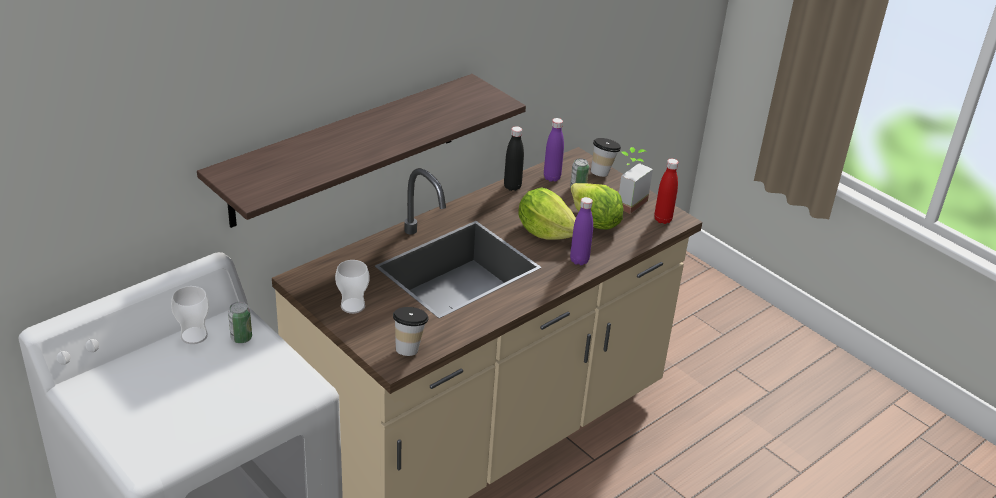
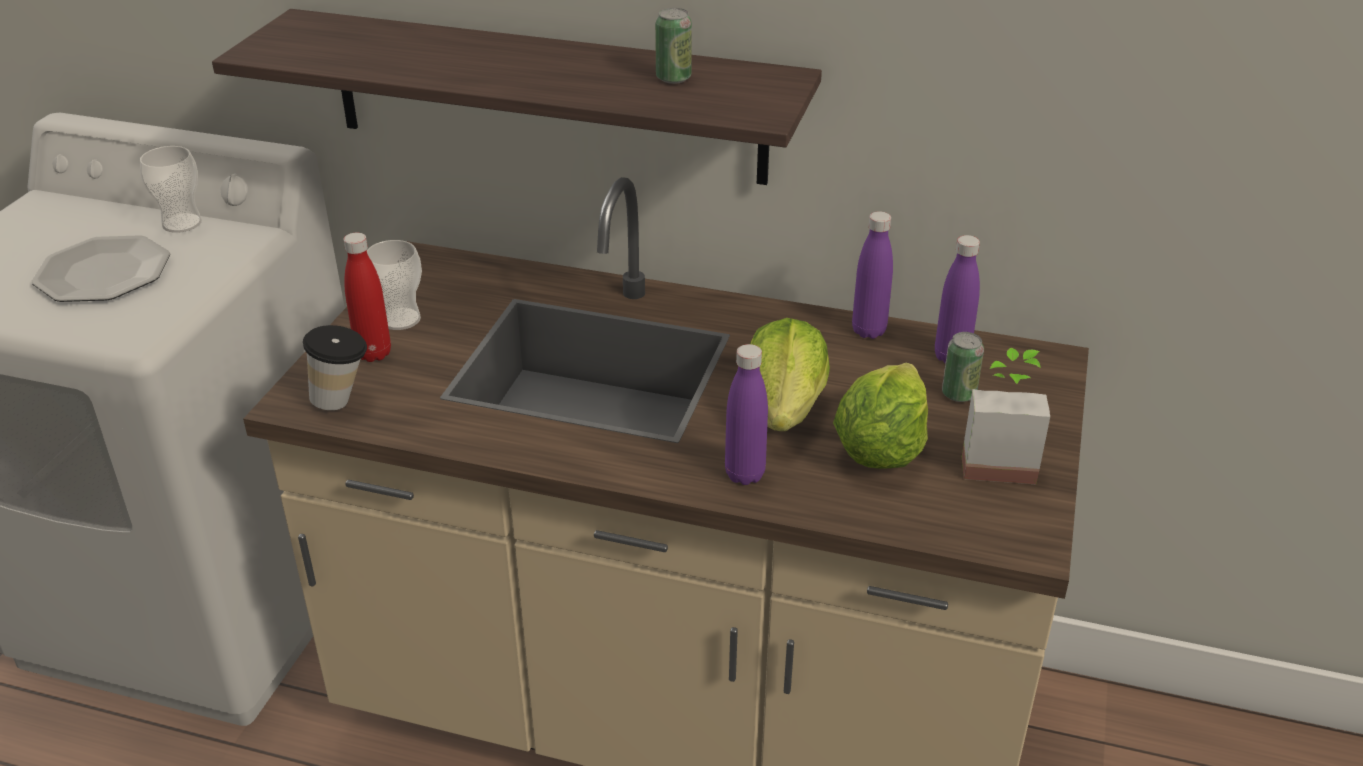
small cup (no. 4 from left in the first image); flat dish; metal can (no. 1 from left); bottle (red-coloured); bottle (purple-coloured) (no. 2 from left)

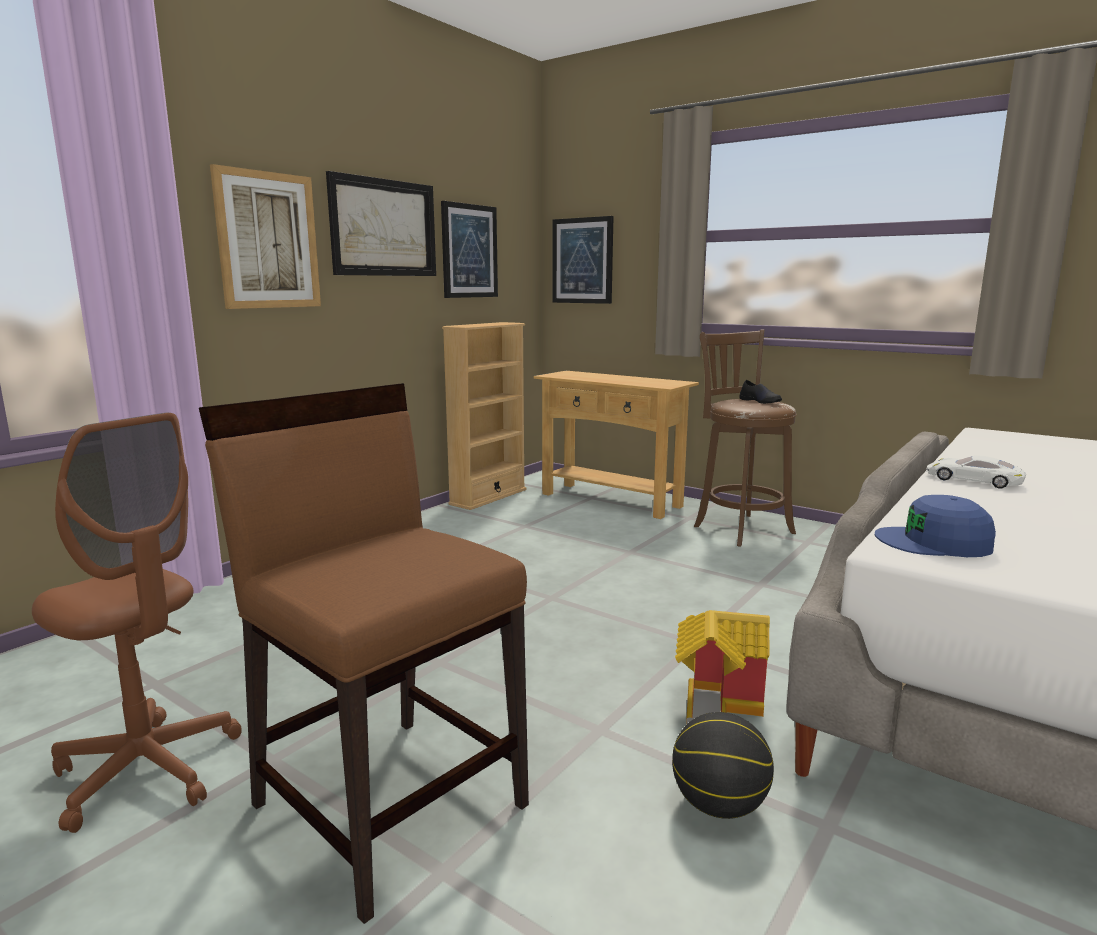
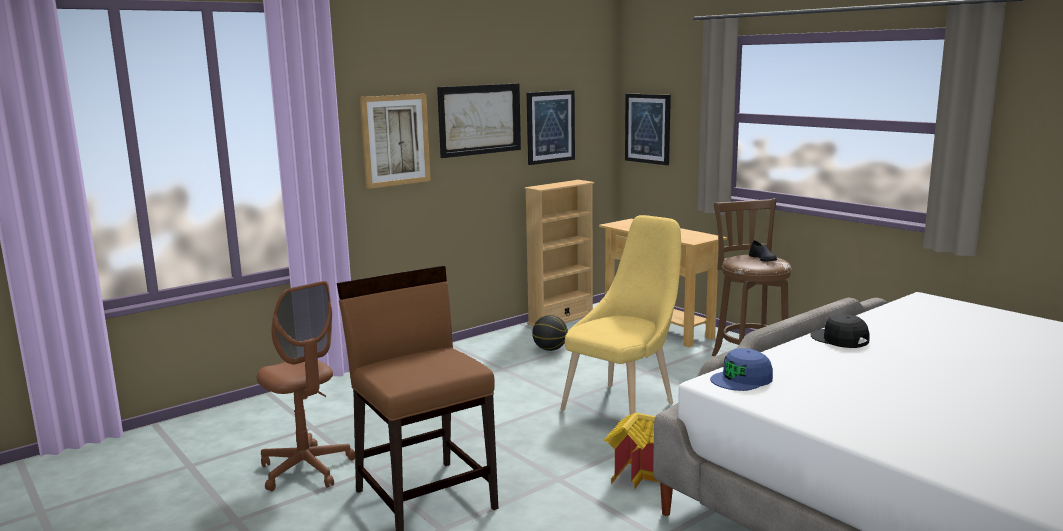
chair (yellow); basketball ball; baseball cap (black); baseball cap (blue)

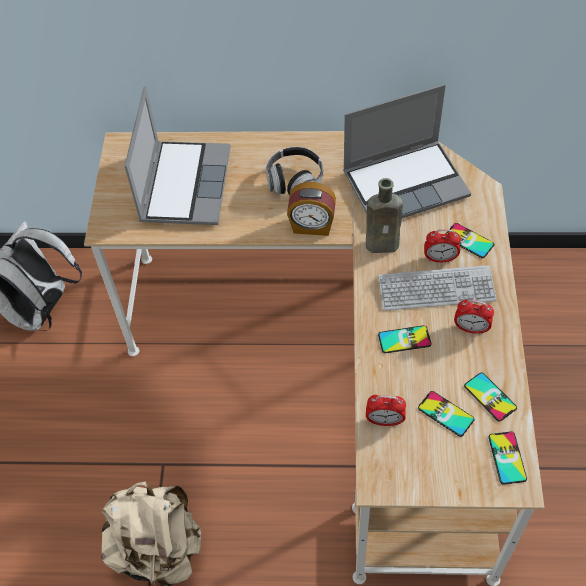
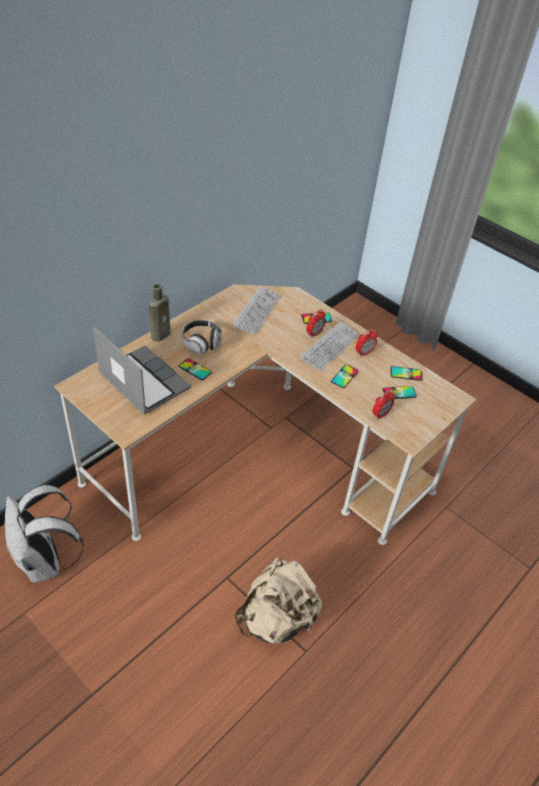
bedside clock (no. 1 from left in the first image); bottle (brown); handset (no. 1 from left); keyboard (no. 1 from left)

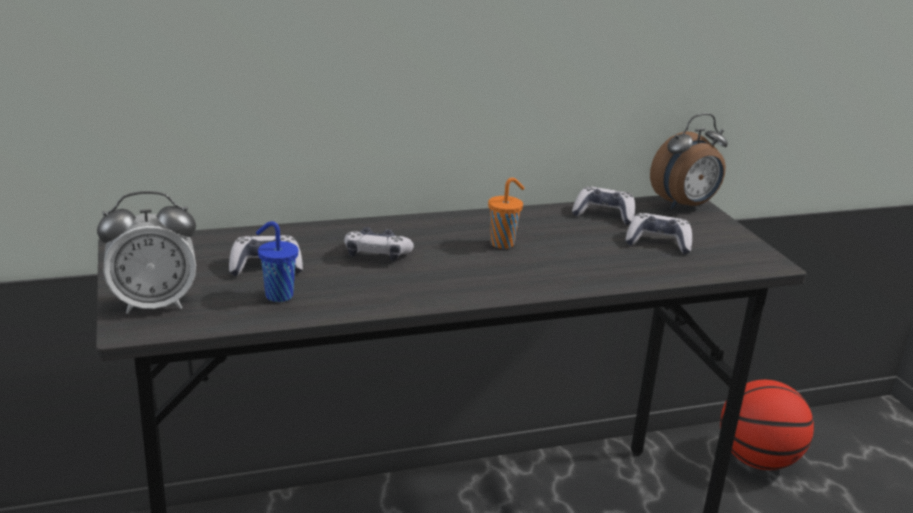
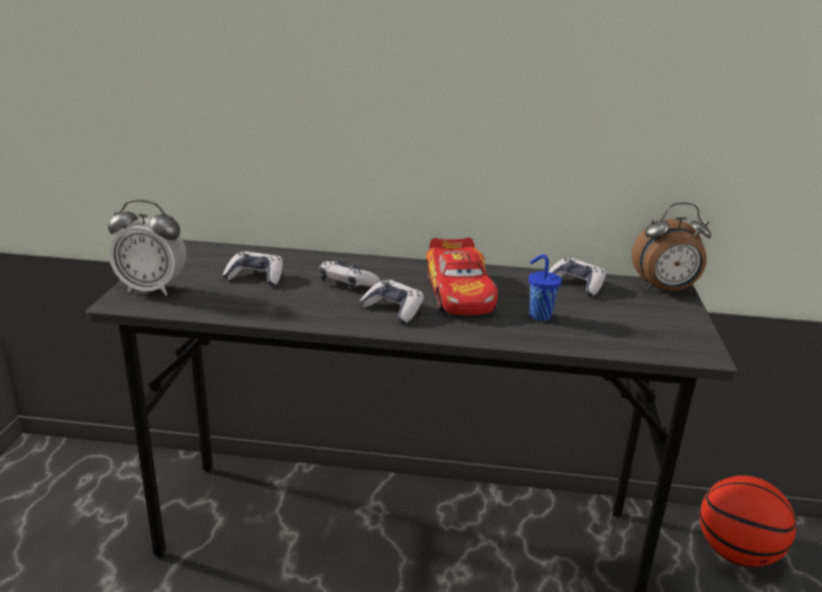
small cup (blue); gamepad (no. 3 from left); miniature car

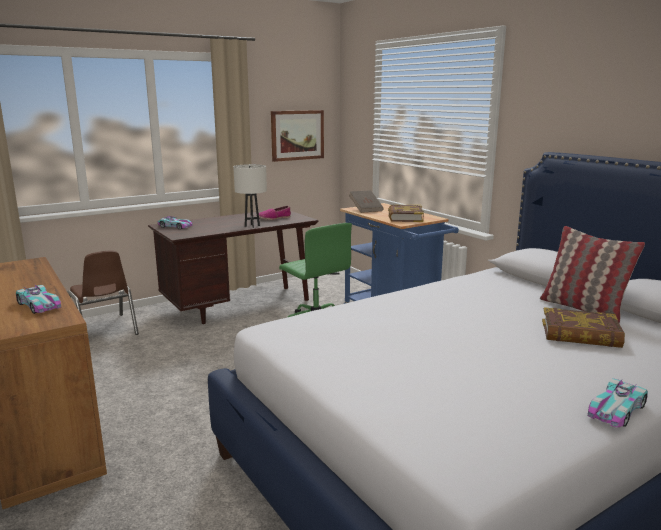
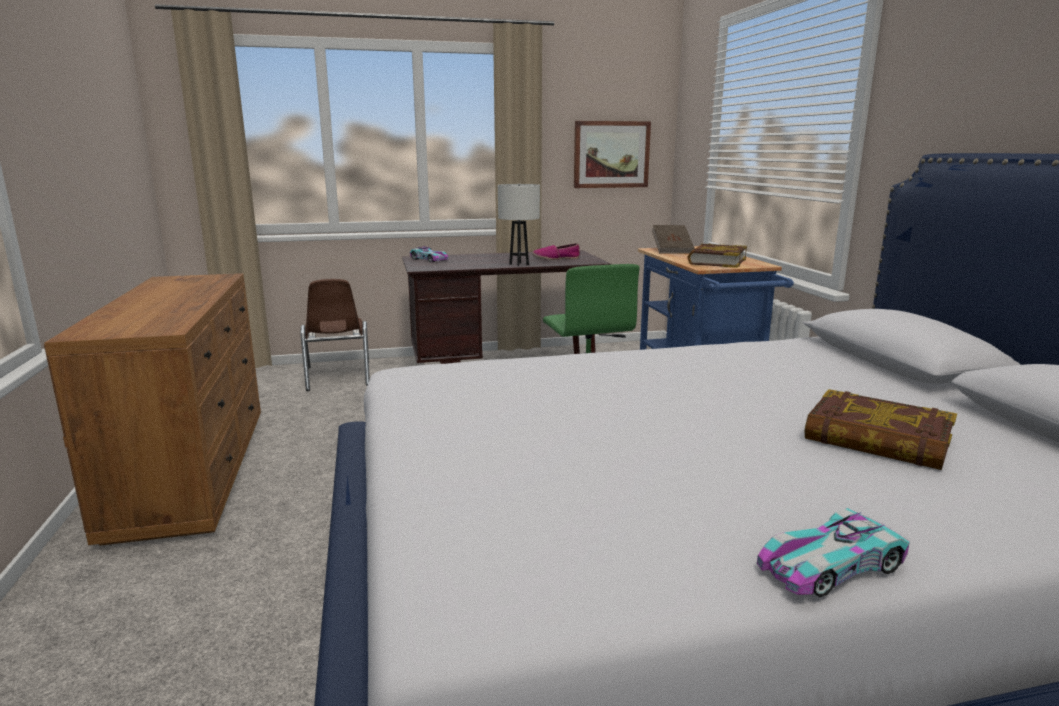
miniature car (no. 1 from left in the first image); pillow

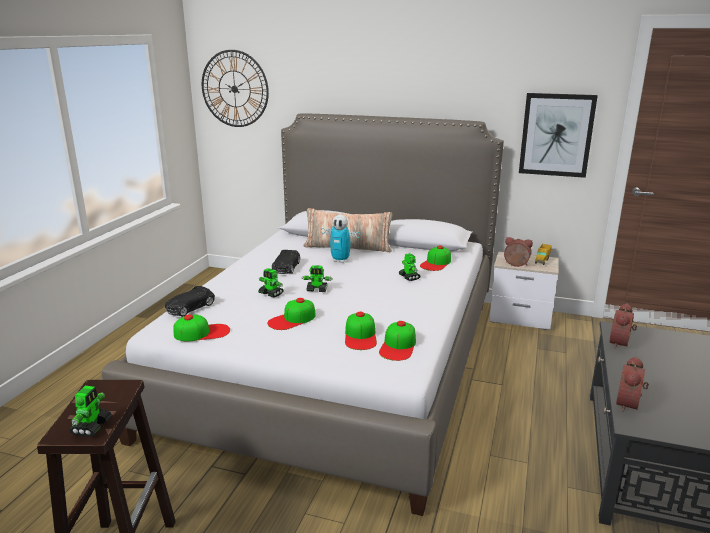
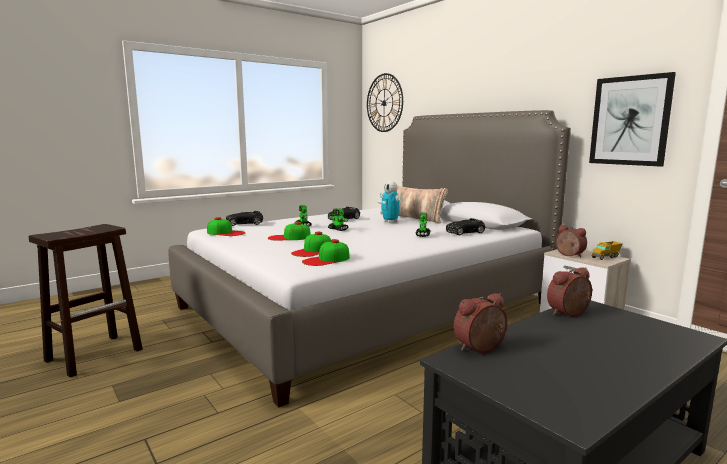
robot figure (no. 1 from left in the first image); miniature car (black) (no. 3 from left)

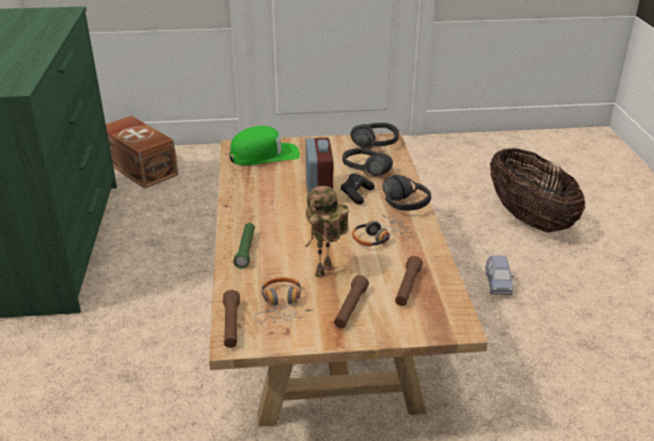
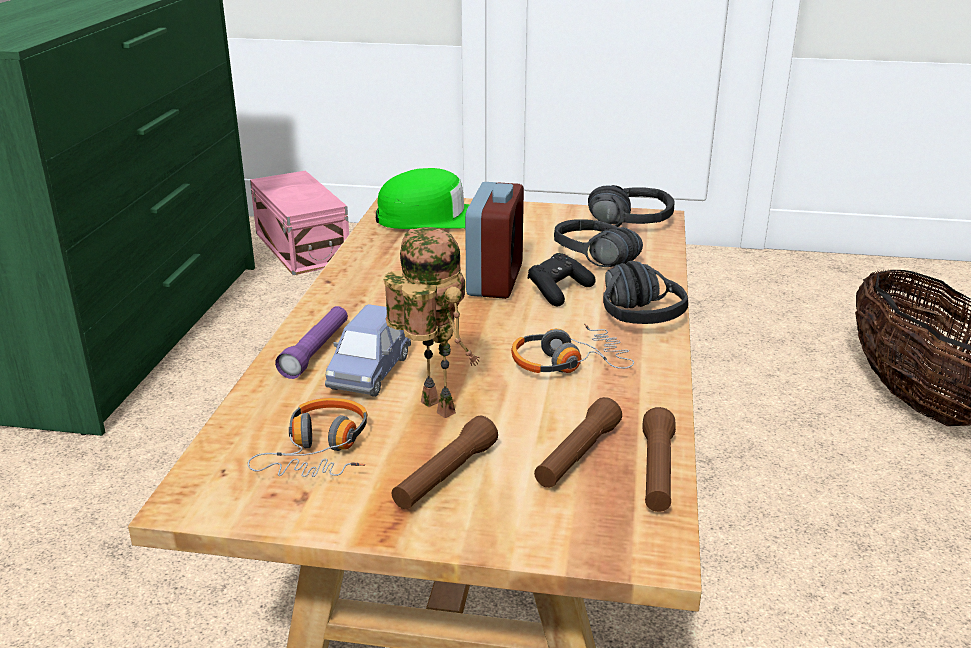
hand torch (brown) (no. 3 from left); miniature car (blue); storage bin (pinkish); hand torch (purple-coloured); robot figure

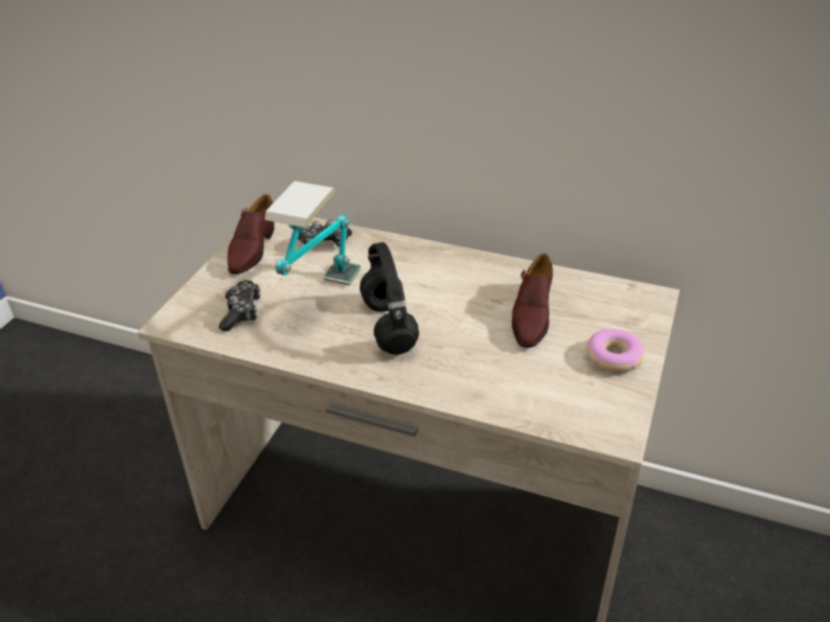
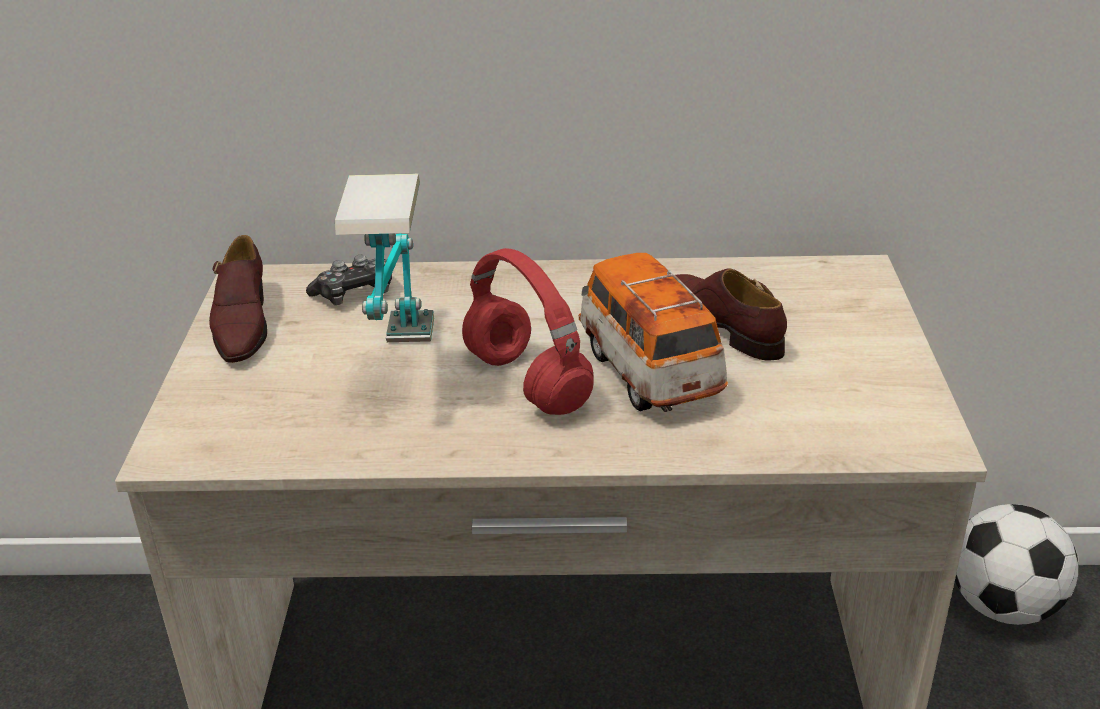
gamepad (no. 1 from left in the first image); ring doughnut; miniature car; football ball; pair of headphones (red-coloured); item of footwear (brown) (no. 2 from left)

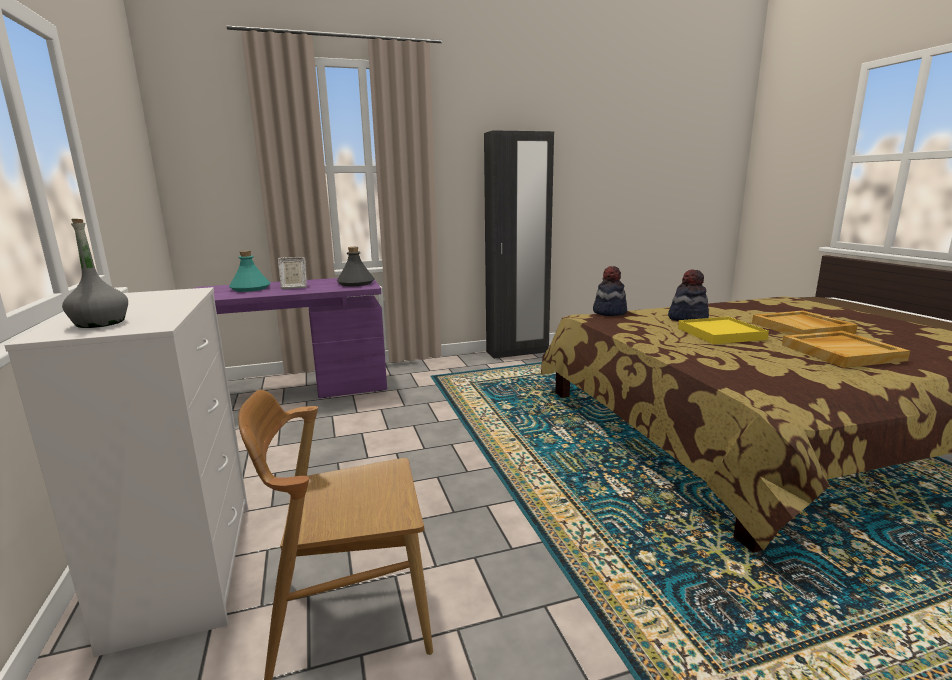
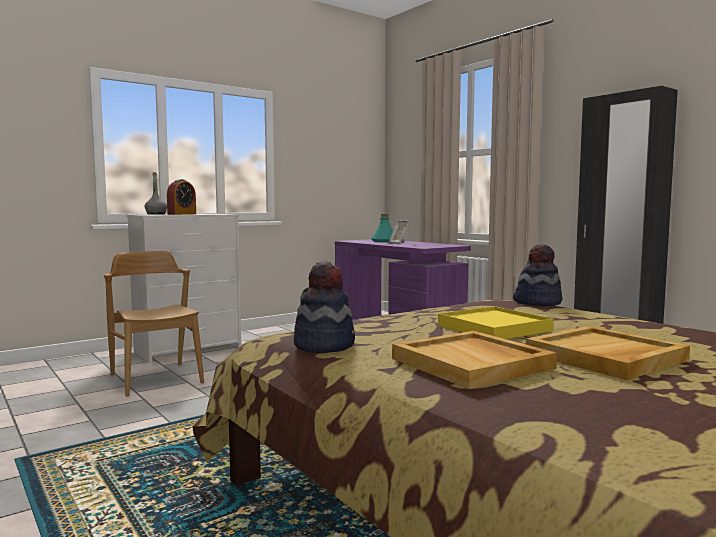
bottle (greyish) (no. 2 from left in the first image); bedside clock; clothing hat (no. 1 from left)

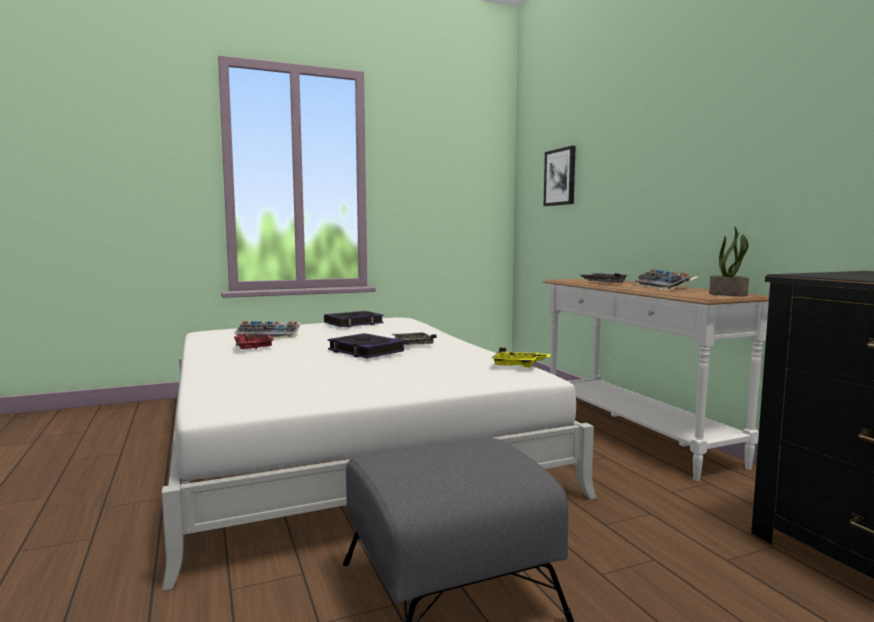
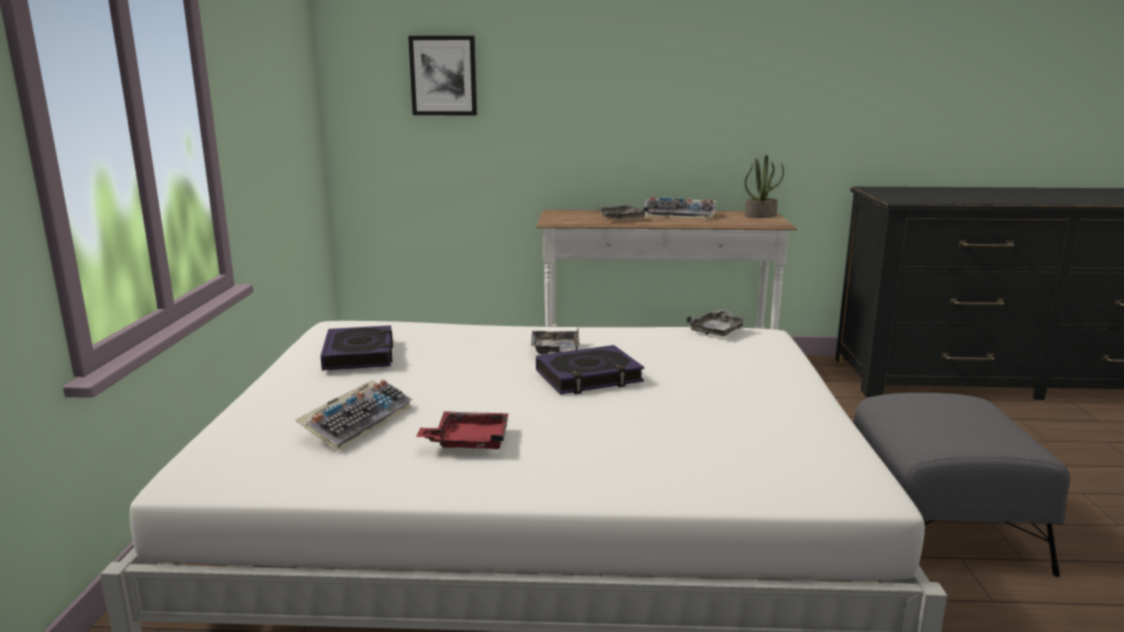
serving tray (greyish) (no. 3 from left)

